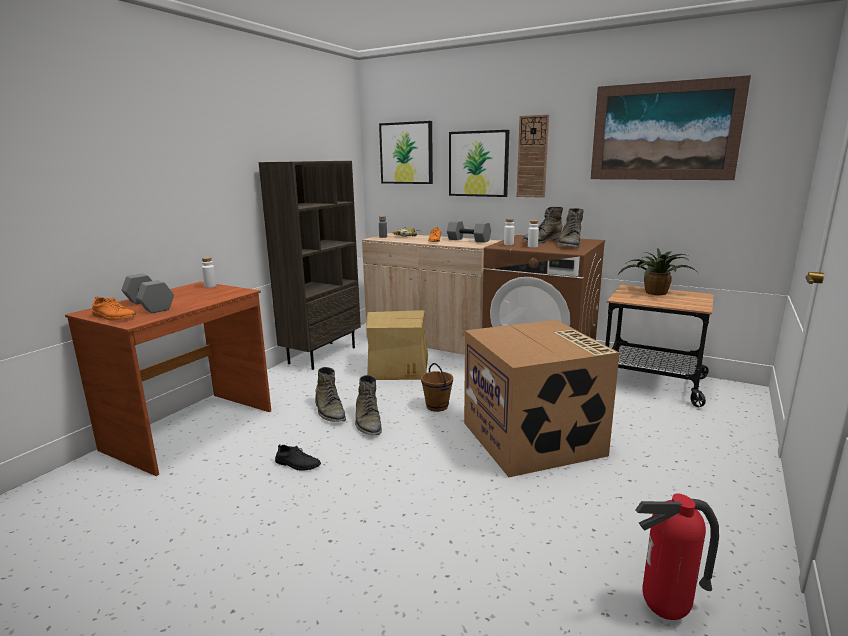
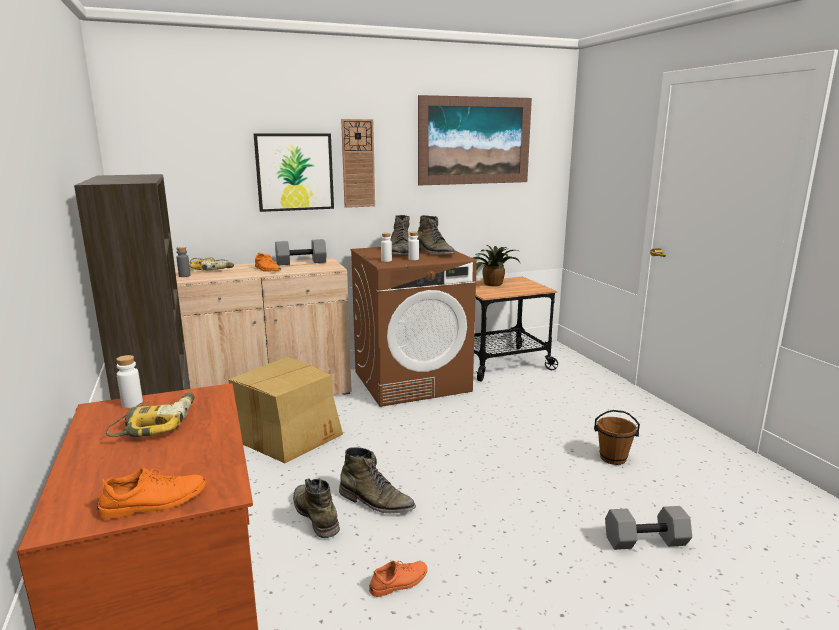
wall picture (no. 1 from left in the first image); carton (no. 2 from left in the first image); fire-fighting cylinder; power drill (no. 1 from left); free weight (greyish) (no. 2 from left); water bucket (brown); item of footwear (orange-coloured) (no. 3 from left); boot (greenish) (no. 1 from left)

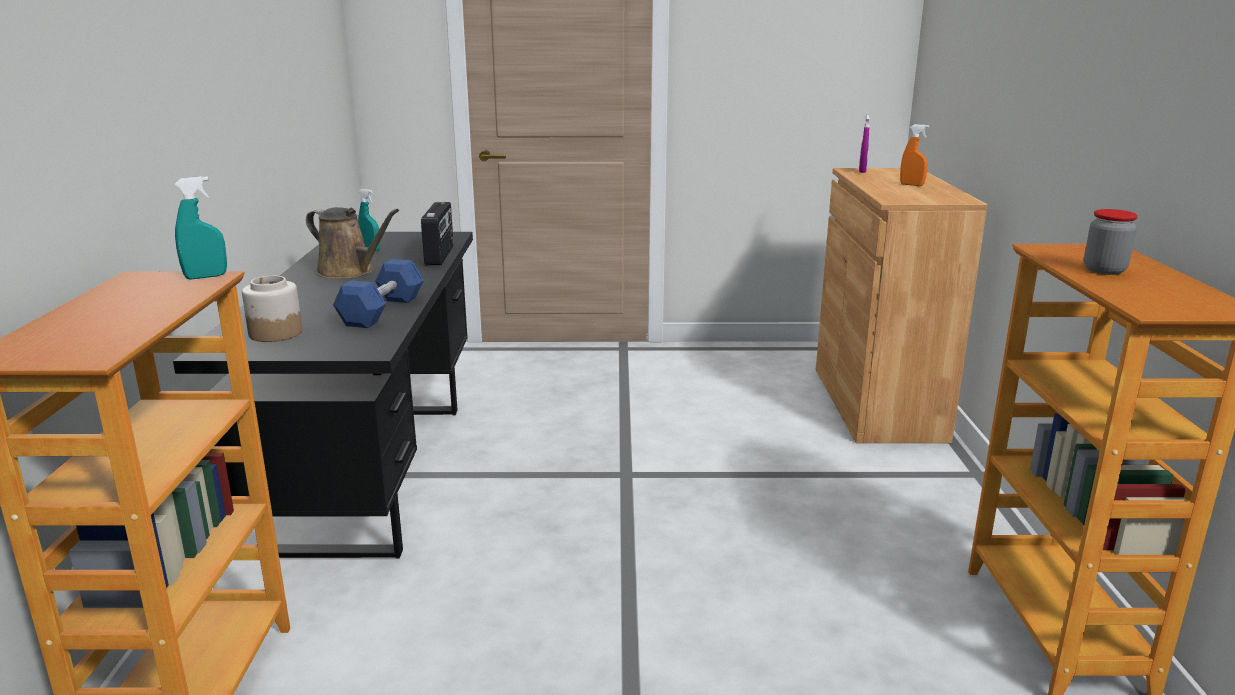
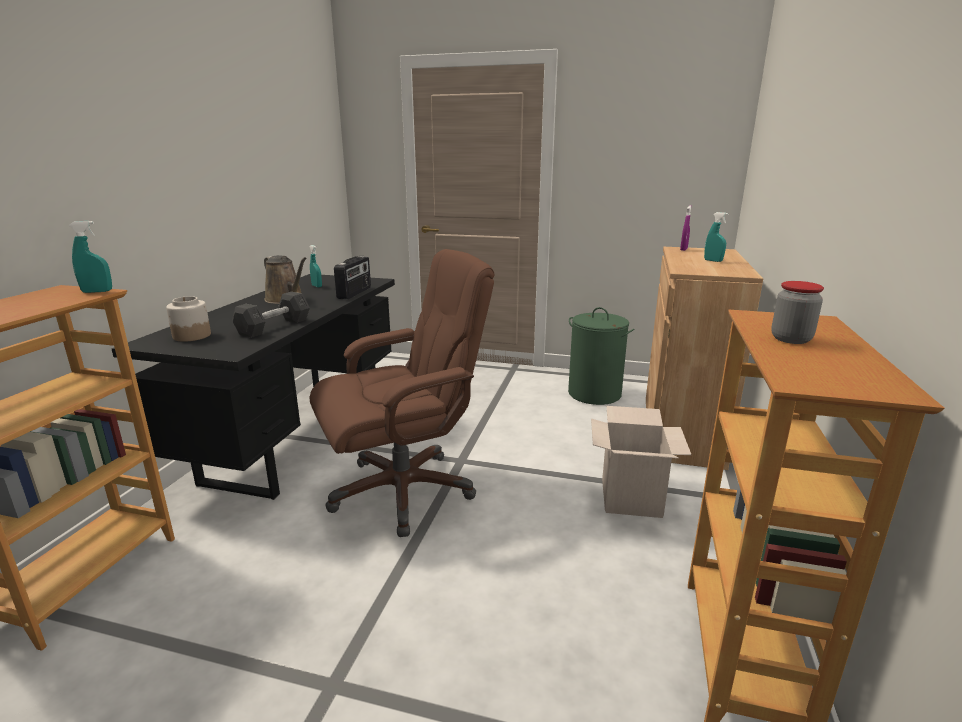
desk chair (brown); hamper (greenish); carton; free weight (greyish); spray bottle (blue-green) (no. 3 from left)

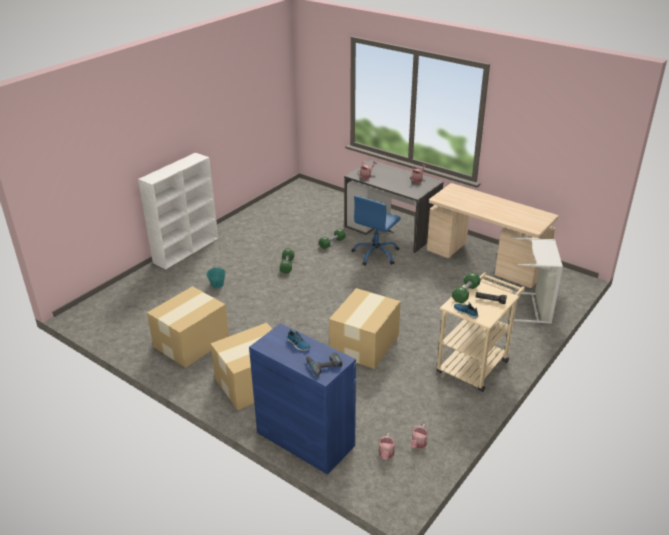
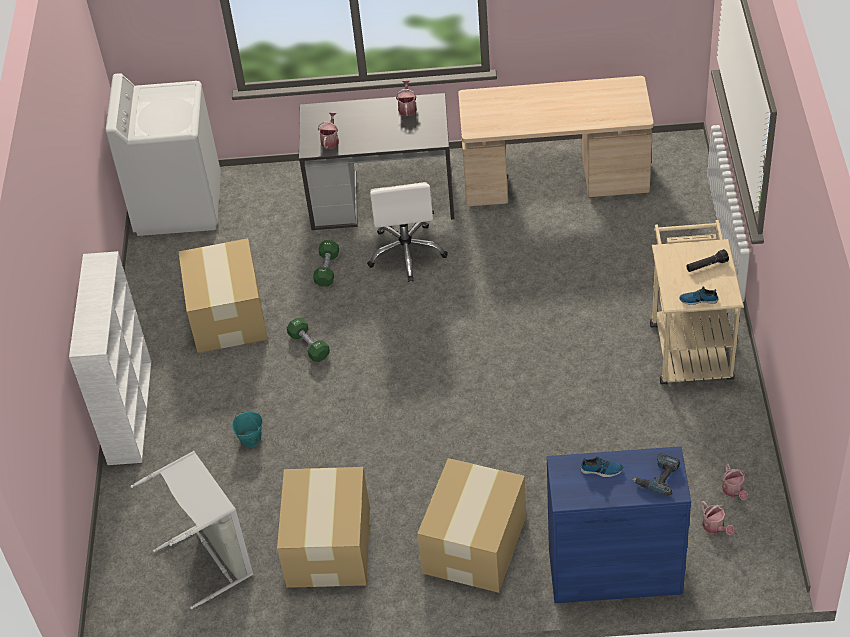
free weight (greenish) (no. 3 from left in the first image); laundry machine (white-coloured); carton (no. 1 from left); hamper (greyish); desk chair (white-coloured)

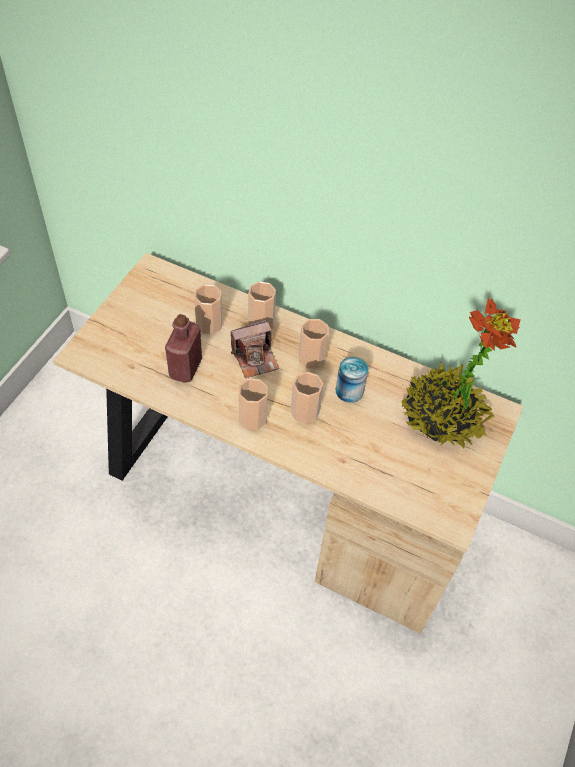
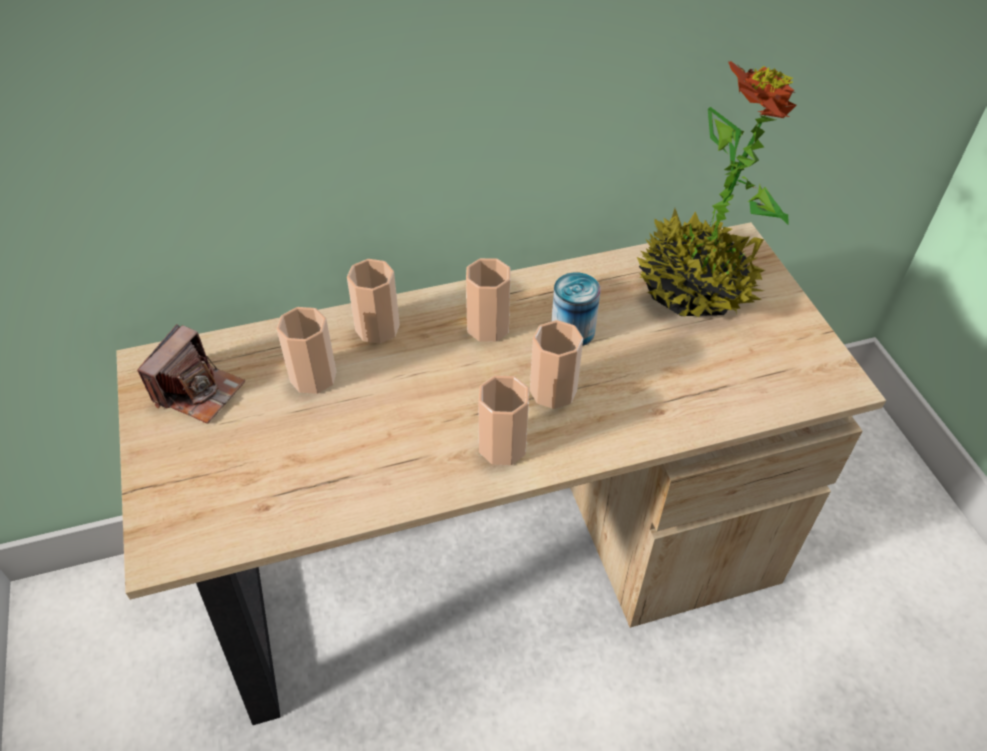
bottle (red-coloured); still camera

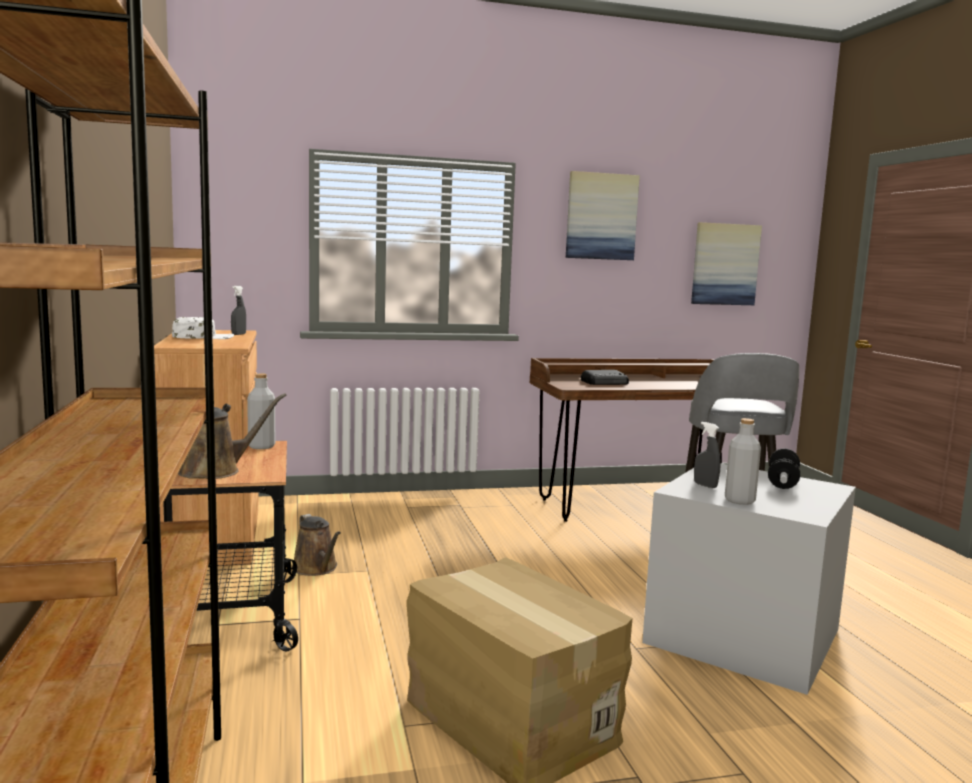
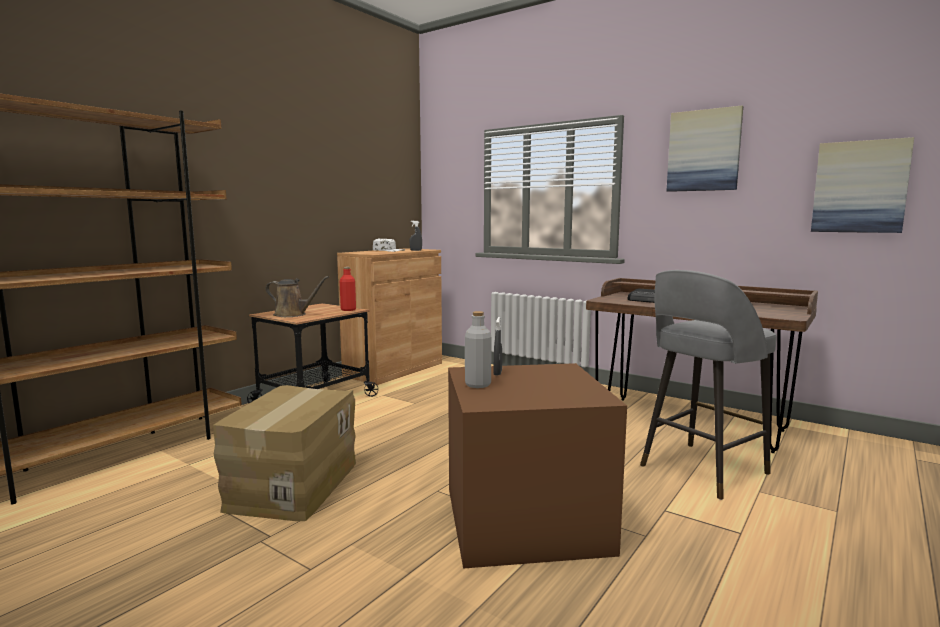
sprinkling can (brown) (no. 2 from left in the first image); free weight; bottle (red-coloured); storage bin (brown)

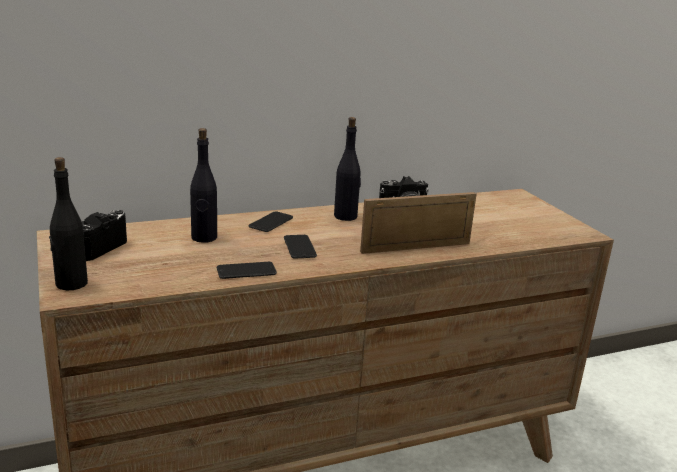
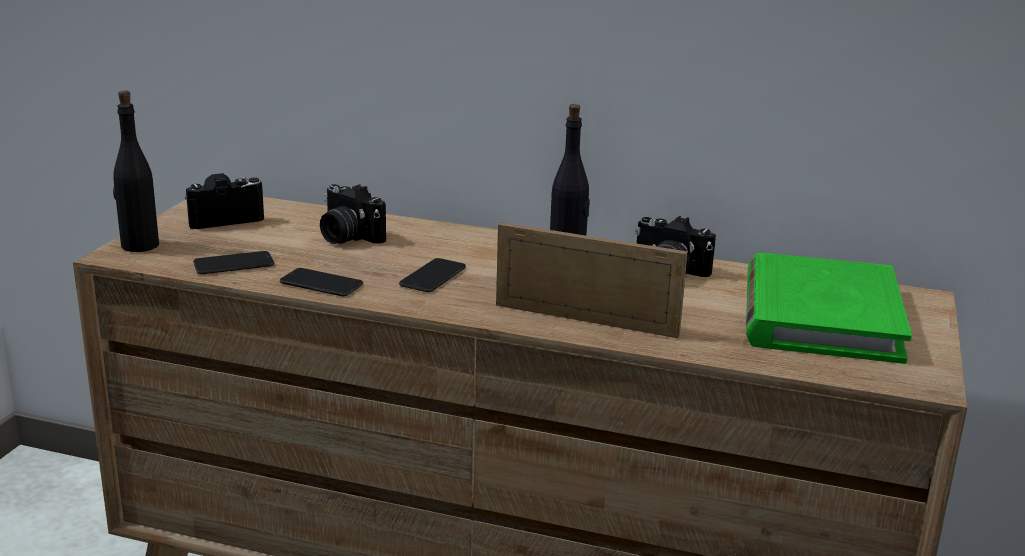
bound book (greenish); handset (no. 1 from left); still camera (no. 2 from left)

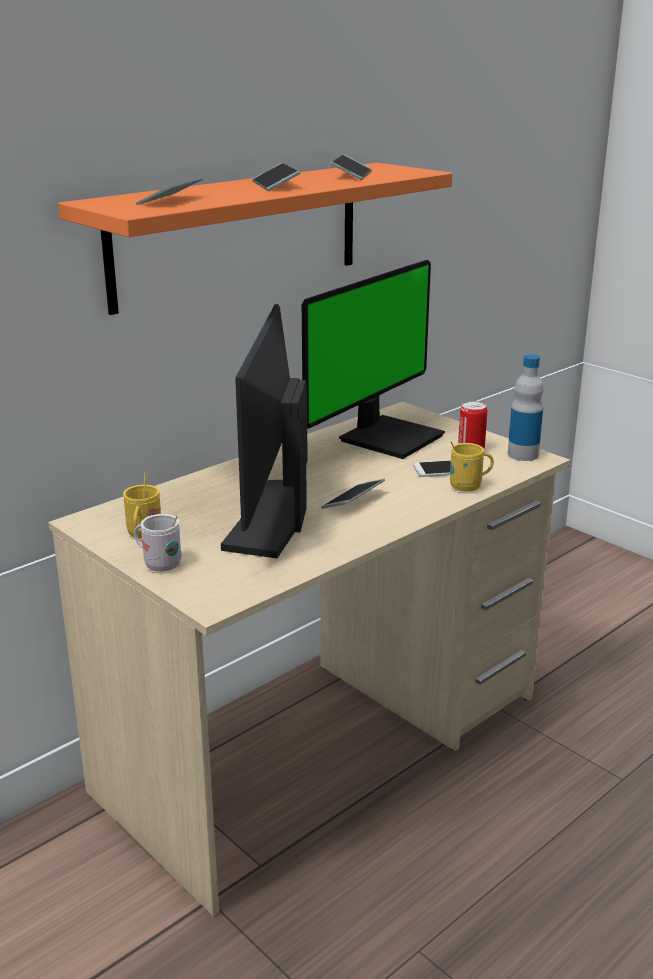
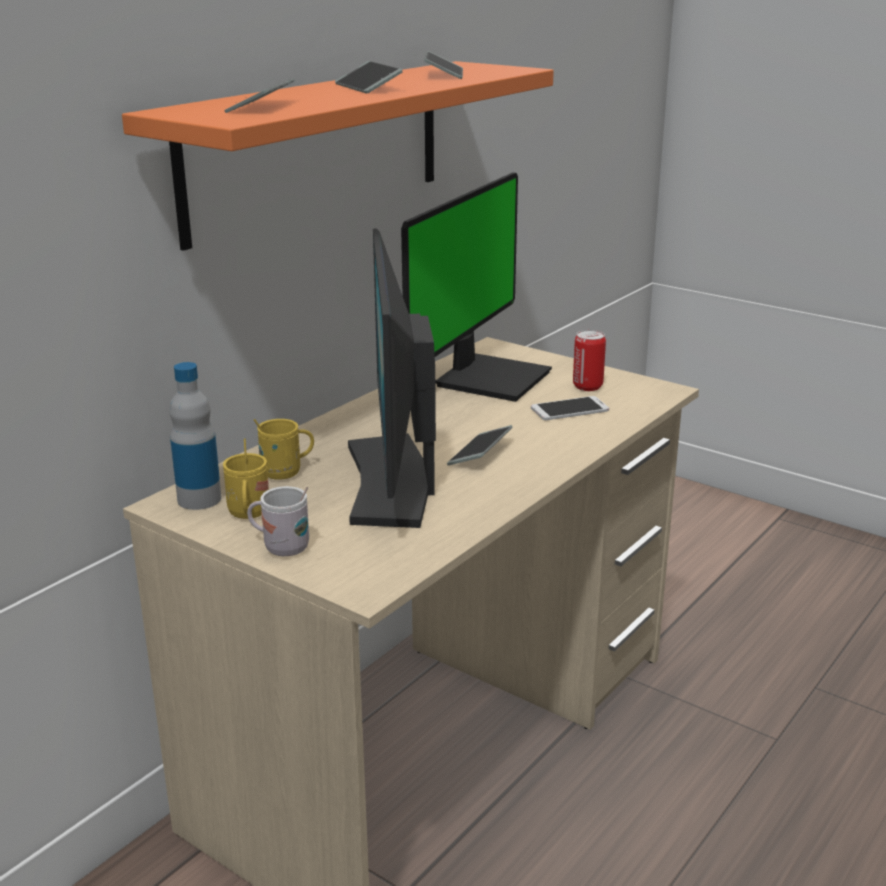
coffee mug (yellow) (no. 2 from left); bottle

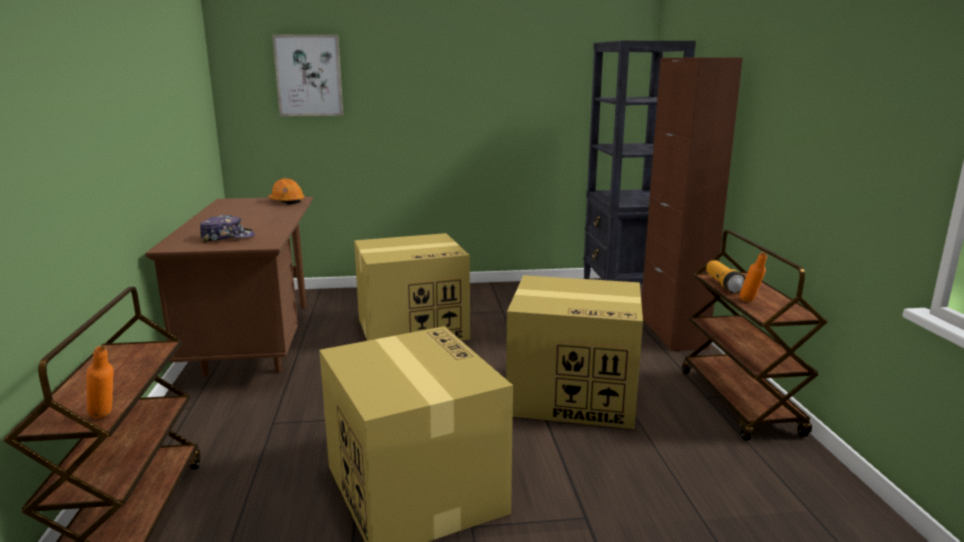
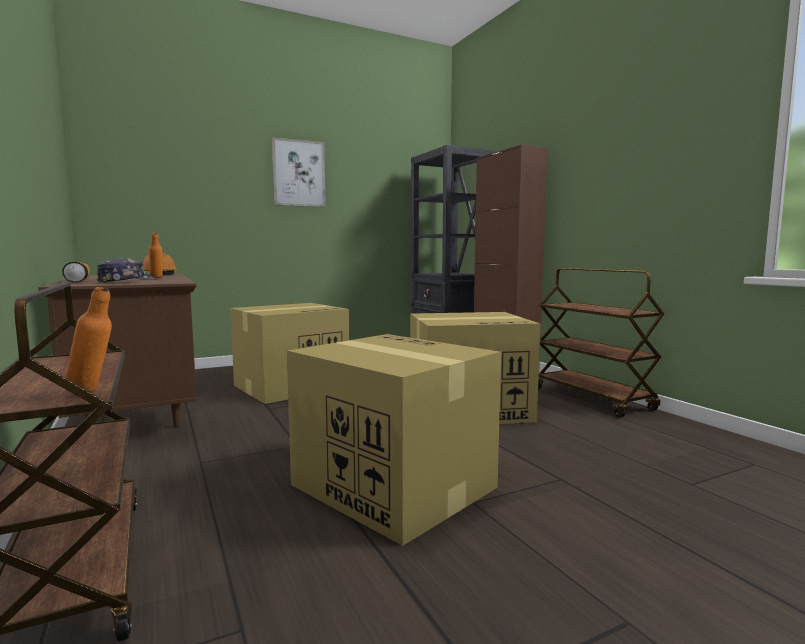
wall picture; hand torch; bottle (orange-coloured) (no. 2 from left)

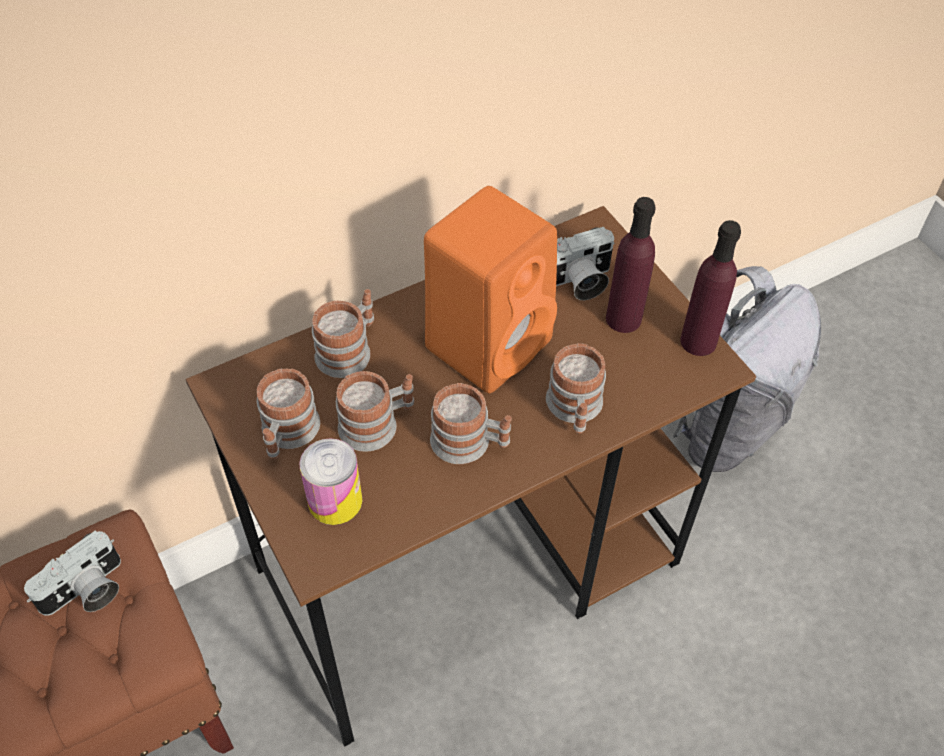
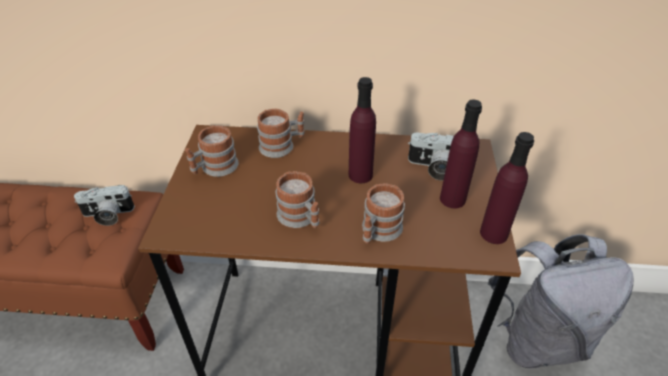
metal can; coffee mug (no. 3 from left in the first image); bottle (purple-coloured) (no. 1 from left)

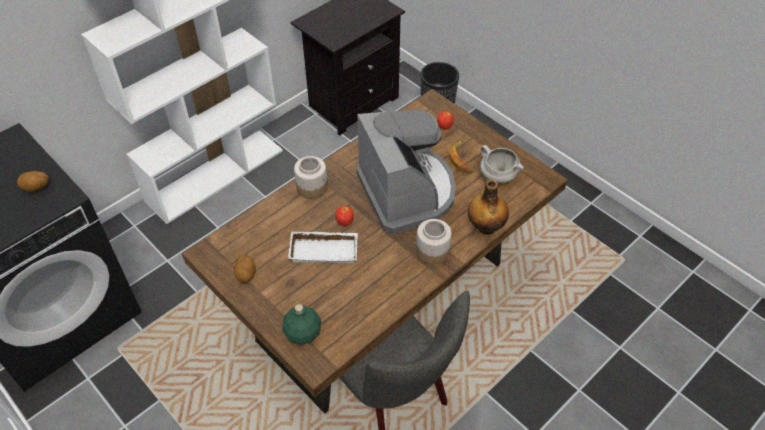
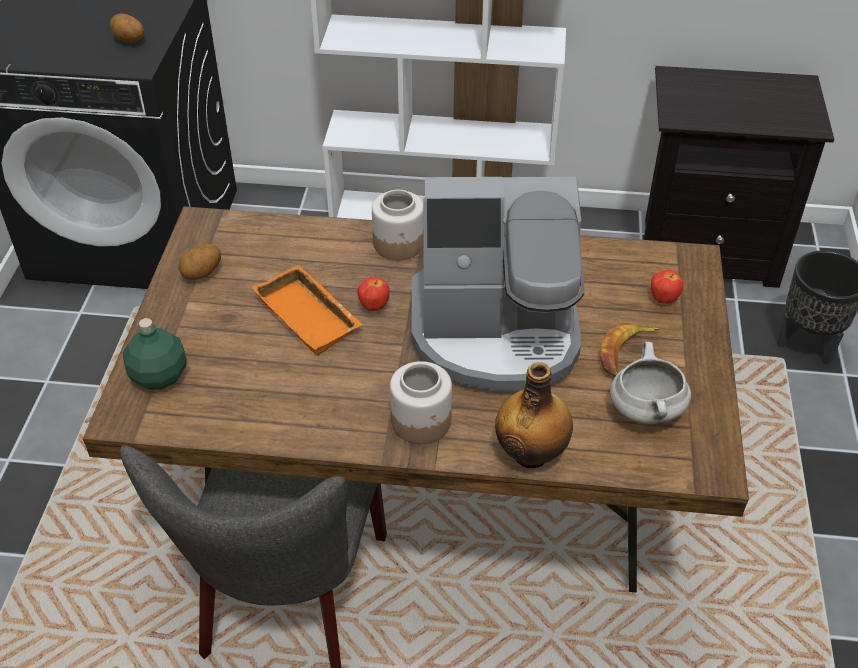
serving tray (orange-coloured); coffee brewer

